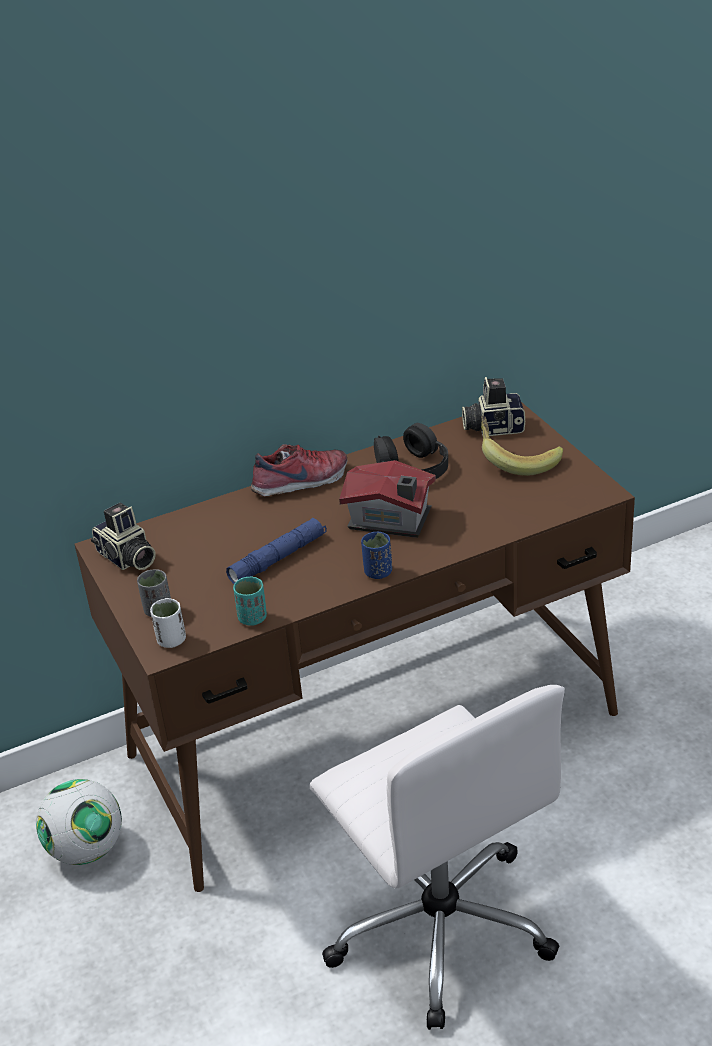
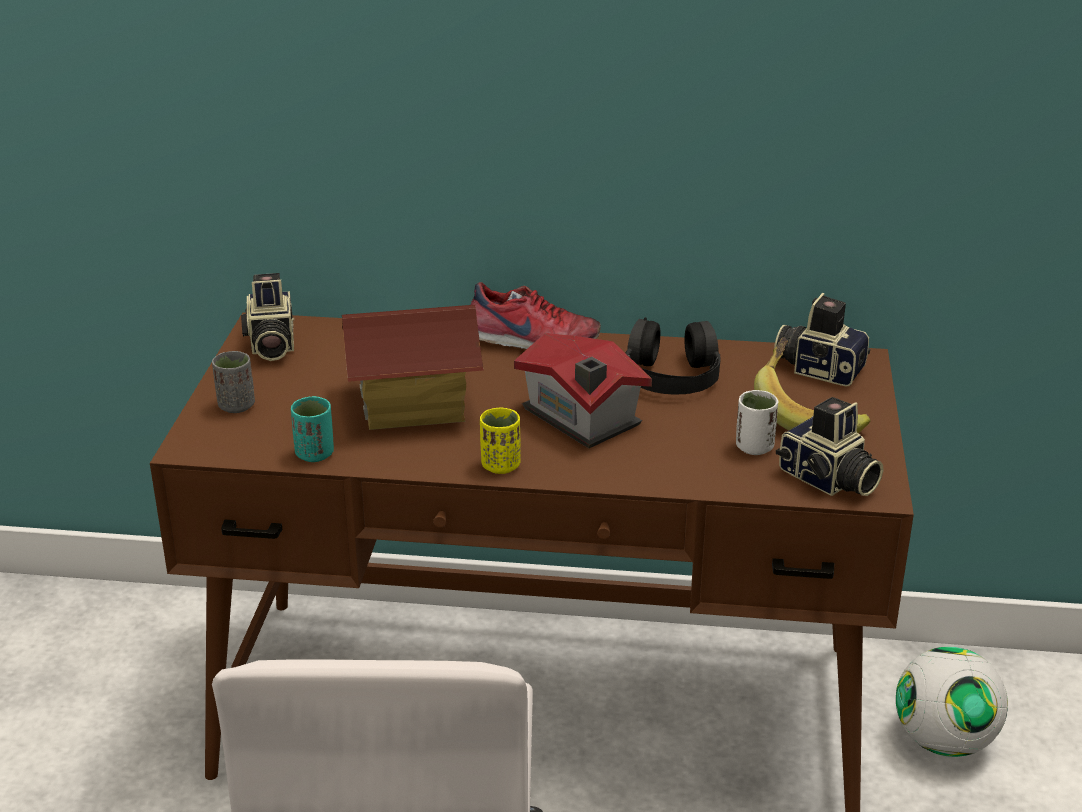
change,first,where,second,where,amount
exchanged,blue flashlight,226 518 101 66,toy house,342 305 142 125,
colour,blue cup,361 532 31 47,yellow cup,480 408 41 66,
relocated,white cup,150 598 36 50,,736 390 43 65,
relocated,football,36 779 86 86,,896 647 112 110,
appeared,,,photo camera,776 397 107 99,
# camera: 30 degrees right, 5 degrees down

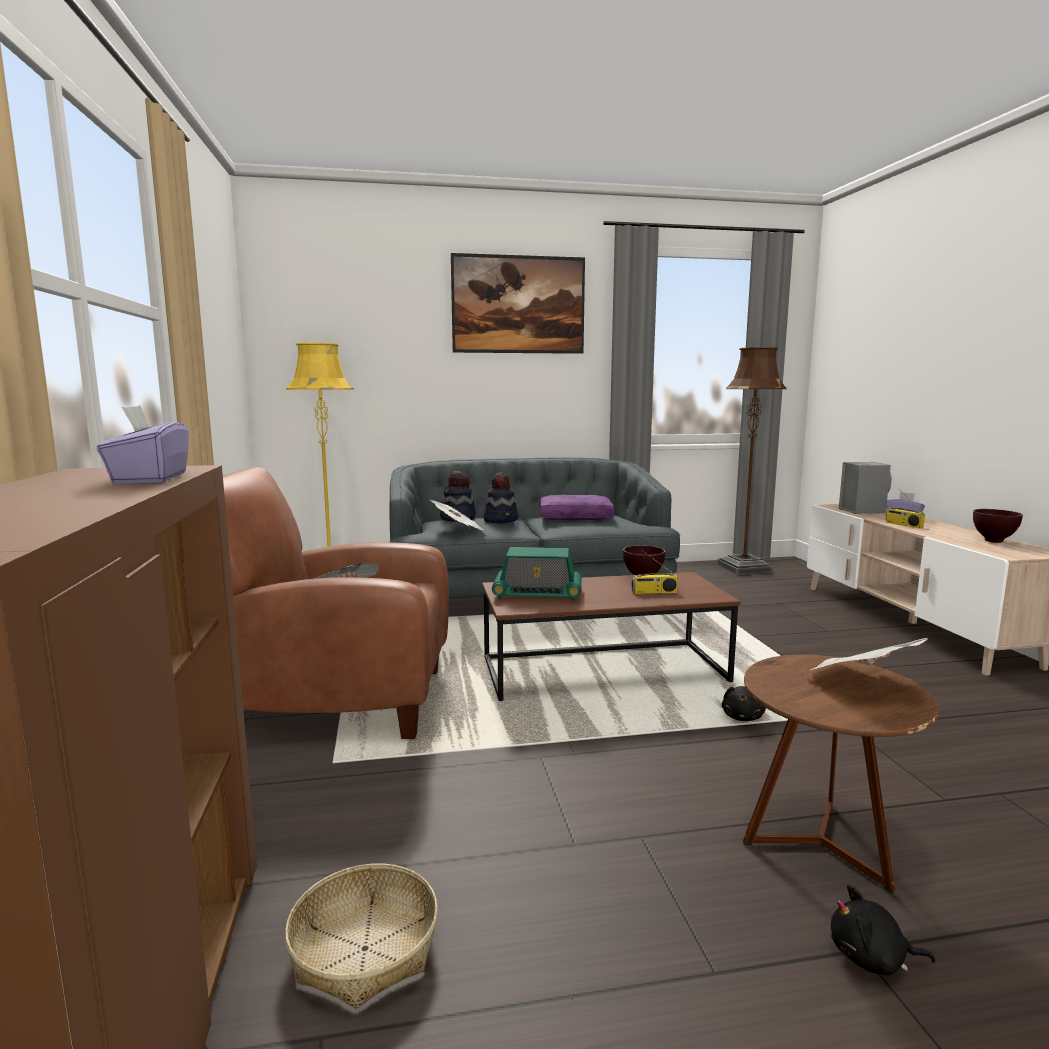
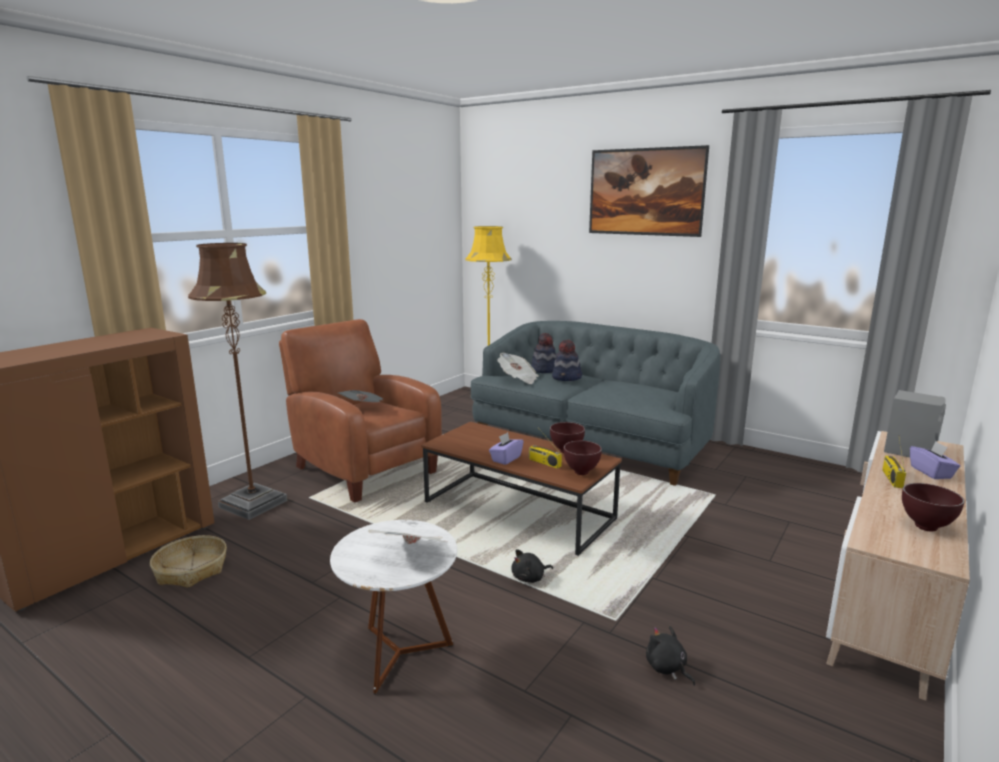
change,first,where,second,where,amount
relocated,brown floor lamp,717 347 70 228,,188 243 99 277,
relocated,purple tissue box,96 405 93 78,,489 432 35 33,
missing,purple pillow,540 495 74 25,,,
missing,radio,492 547 89 54,,,
colour,brown side table,743 655 195 238,white side table,330 520 127 175,
relocated,black plush toy,831 885 105 91,,646 626 49 60,
appeared,,,brown bowl,564 441 38 34,
# camera: 45 degrees right, 5 degrees up

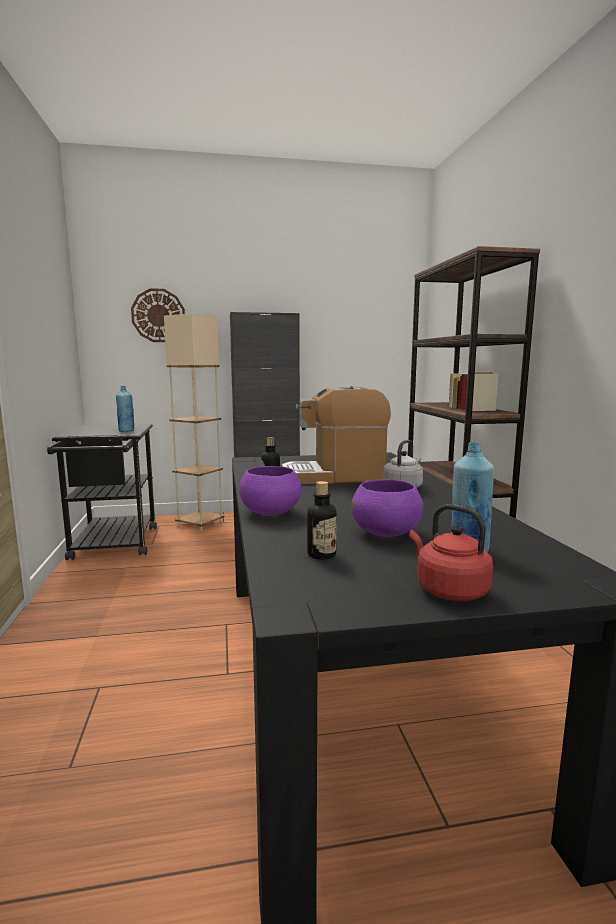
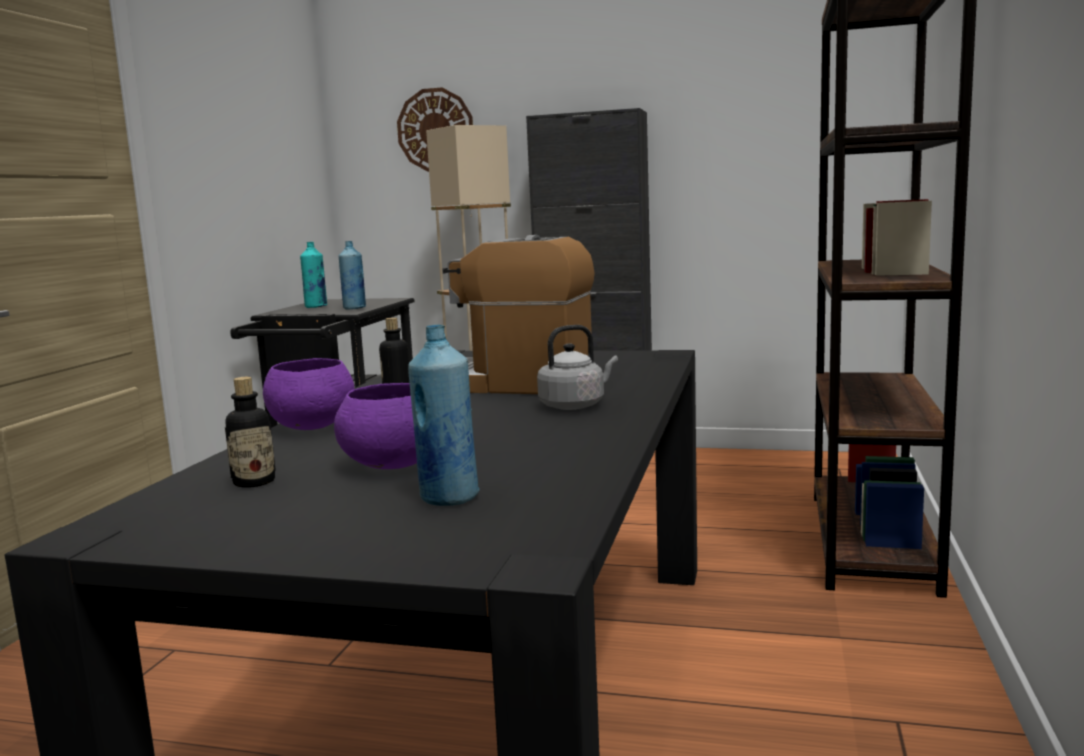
change,first,where,second,where,amount
missing,red kettle,409 504 84 97,,,
appeared,,,turquoise bottle,300 242 27 66,
# camera: 25 degrees right, 0 degrees up

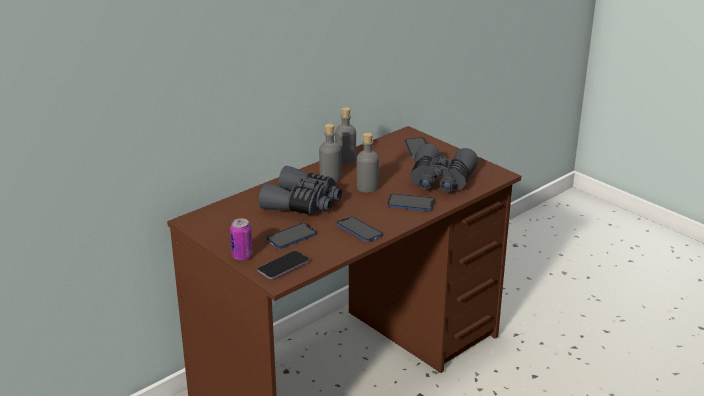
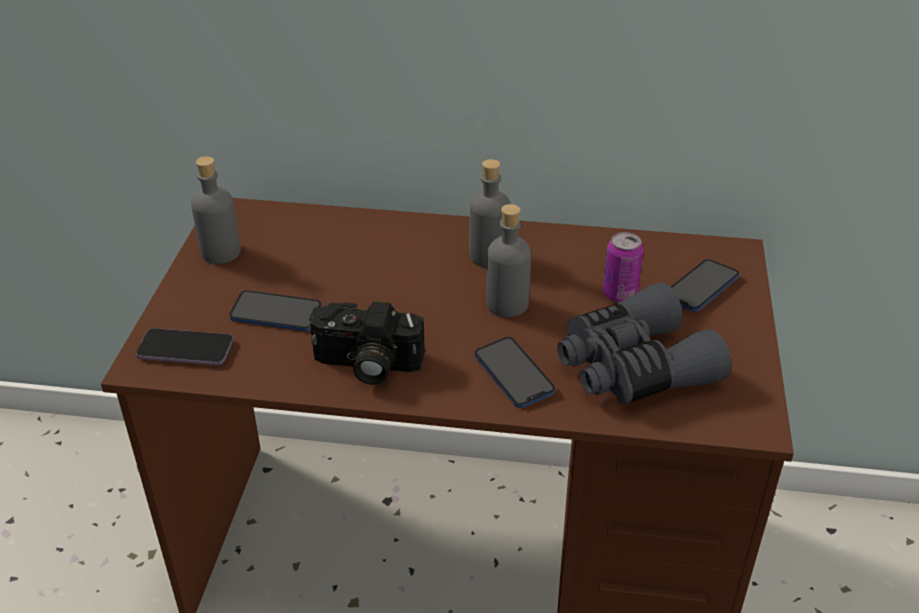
change,first,where,second,where,amount
relocated,grey bottle,335 107 21 57,,191 156 50 108,
missing,grey binoculars,259 166 83 49,,,
exchanged,phone,337 216 46 26,photo camera,311 301 114 84,
relocated,can,230 218 23 42,,603 232 41 70,
# camera: 50 degrees right, 10 degrees up

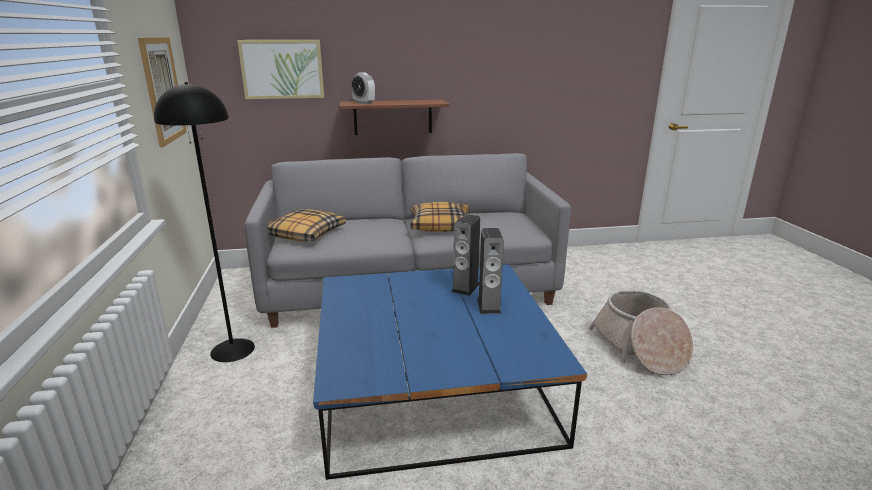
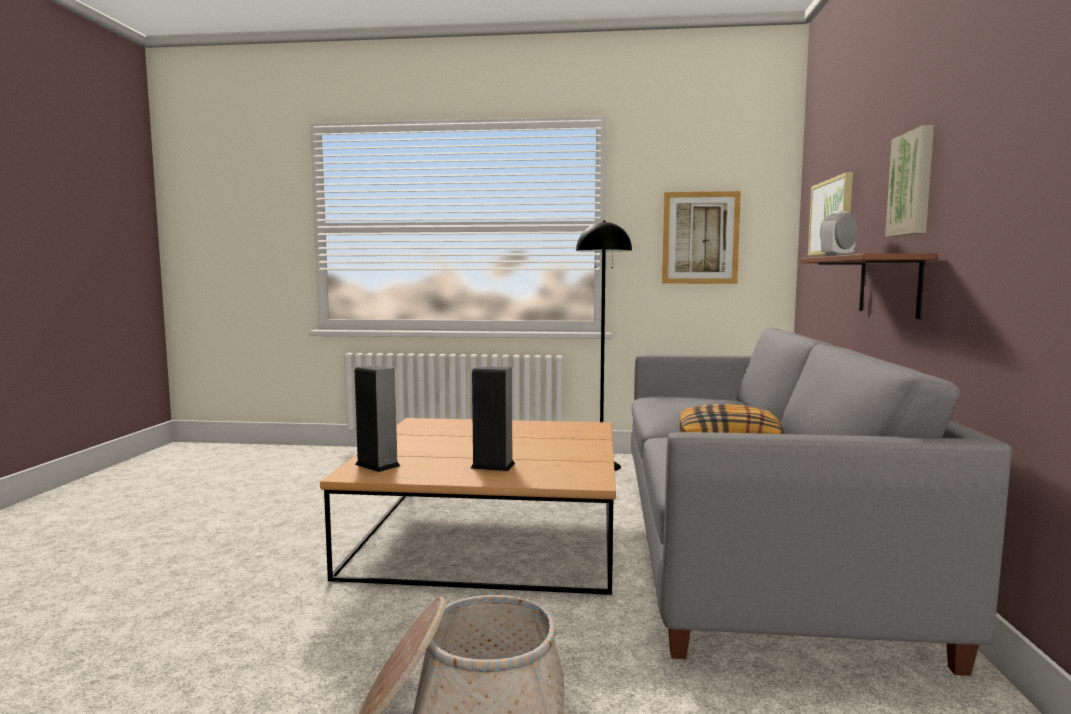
change,first,where,second,where,amount
missing,pillow,267 209 79 32,,,
relocated,speaker,452 214 28 82,,355 365 45 107,
colour,blue coffee table,313 265 274 215,brown coffee table,320 418 296 177,
appeared,,,picture,885 125 49 112,
# camera: 105 degrees right, 15 degrees down

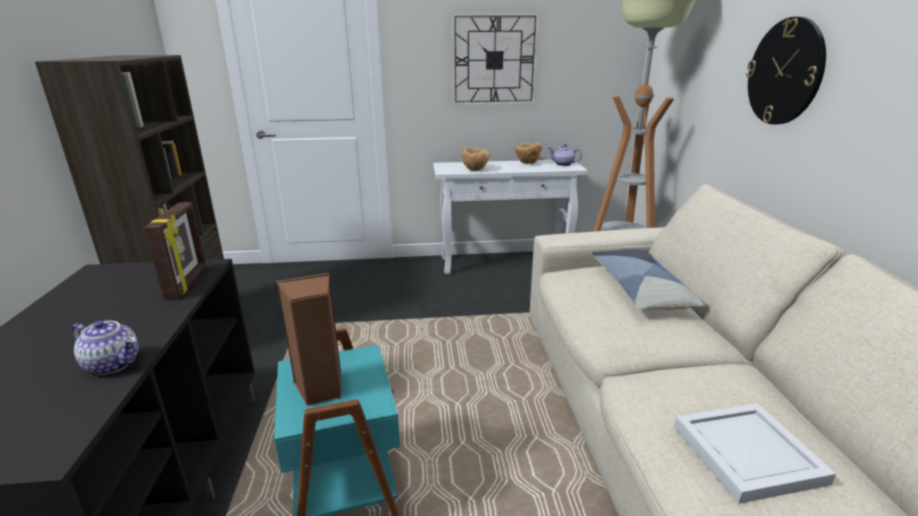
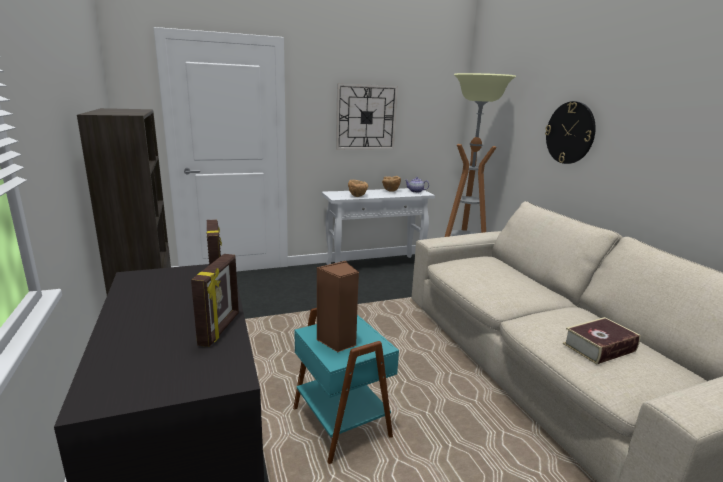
change,first,where,second,where,amount
missing,pillow,592 249 114 61,,,
exchanged,teapot,71 320 68 55,picture frame,191 254 48 93,
exchanged,white tray,674 403 162 101,book,563 317 78 48,
# camera: 15 degrees left, 5 degrees down

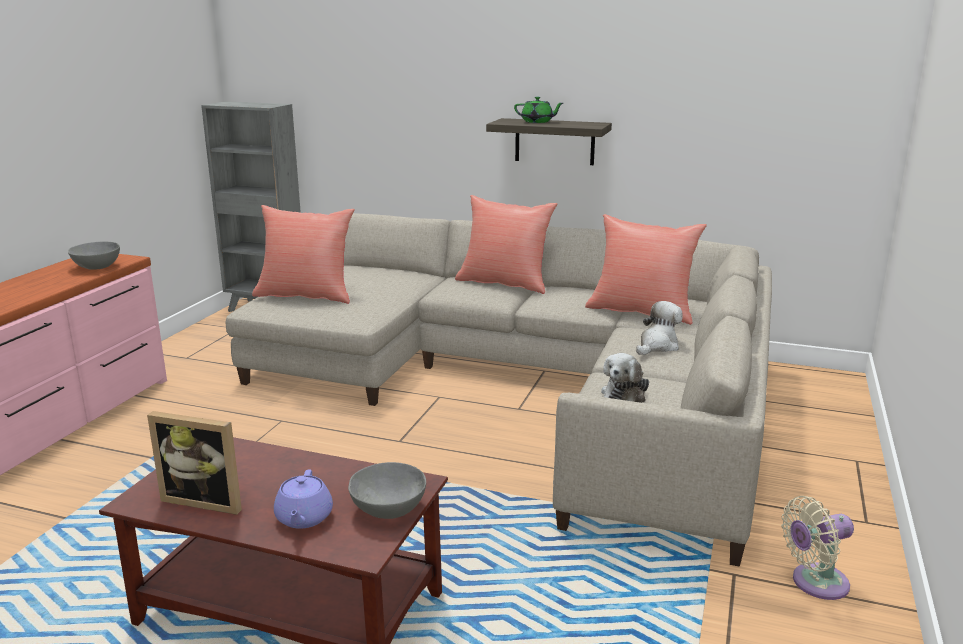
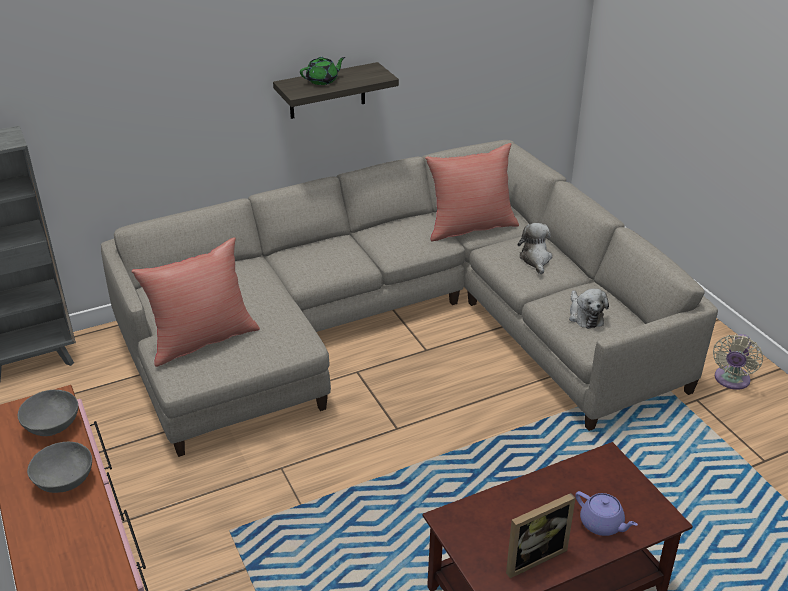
change,first,where,second,where,amount
missing,red pillow,455 195 102 99,,,
relocated,grey bowl,348 462 78 57,,27 442 65 51,
# camera: 45 degrees left, 15 degrees up

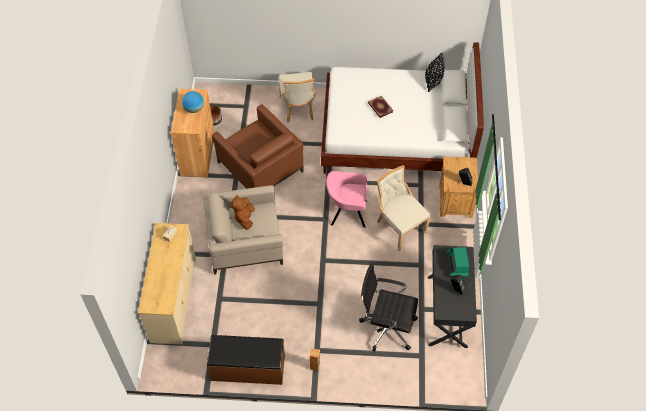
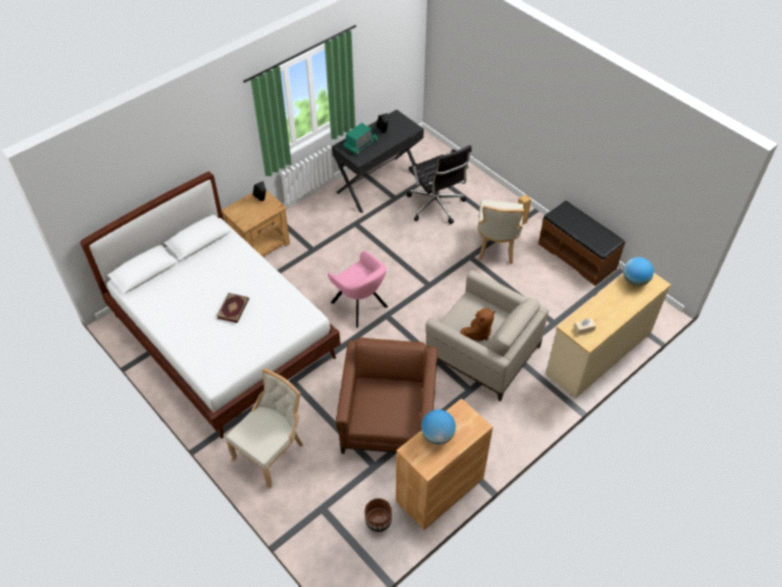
change,first,where,second,where,amount
missing,black pillow,425 52 19 40,,,
relocated,beige chair,377 165 53 86,,477 200 47 64,
appeared,,,globe,623 257 31 29,
# camera: 135 degrees left, 5 degrees down

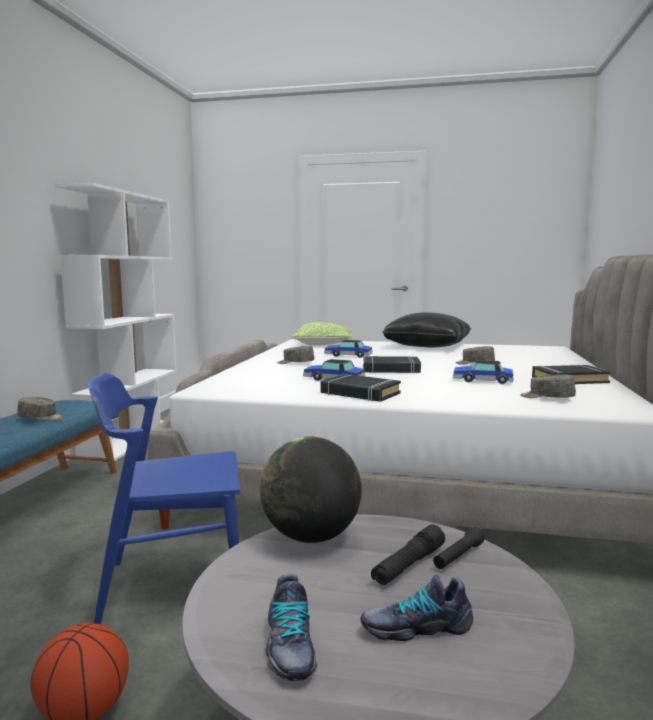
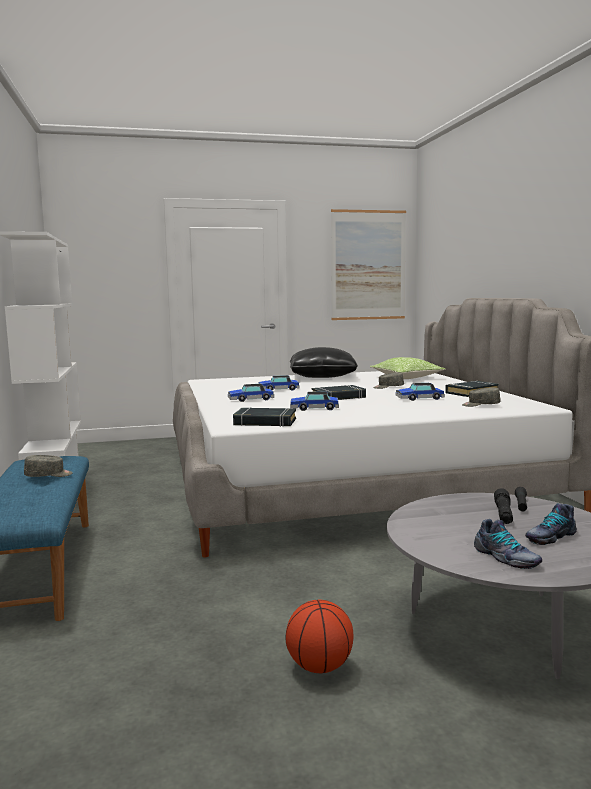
change,first,where,second,where,amount
relocated,pillow,291 322 61 24,,370 357 76 22,
exchanged,grey cap,277 346 37 18,toy car,228 384 46 18,
missing,blue chair,88 373 152 251,,,
relocated,black book,320 374 81 28,,233 408 63 19,
missing,globe,260 436 102 107,,,
appeared,,,picture,331 209 75 111,
# camera: 25 degrees left, 0 degrees up

